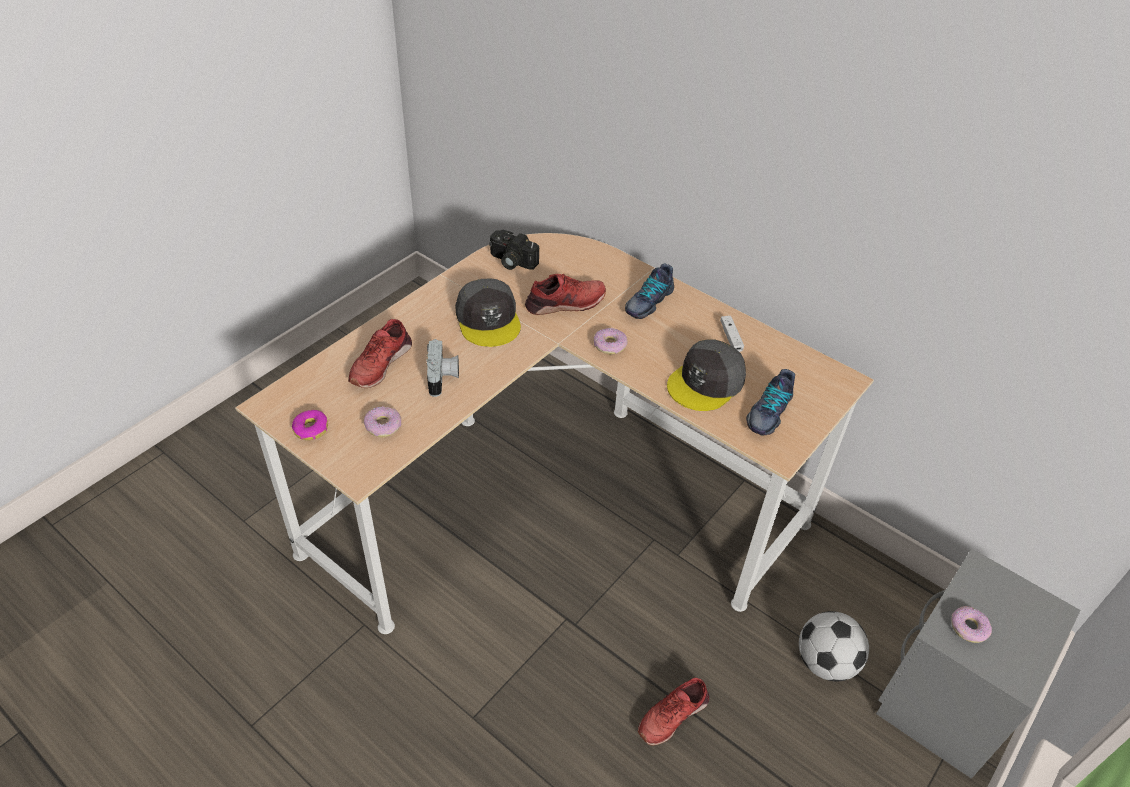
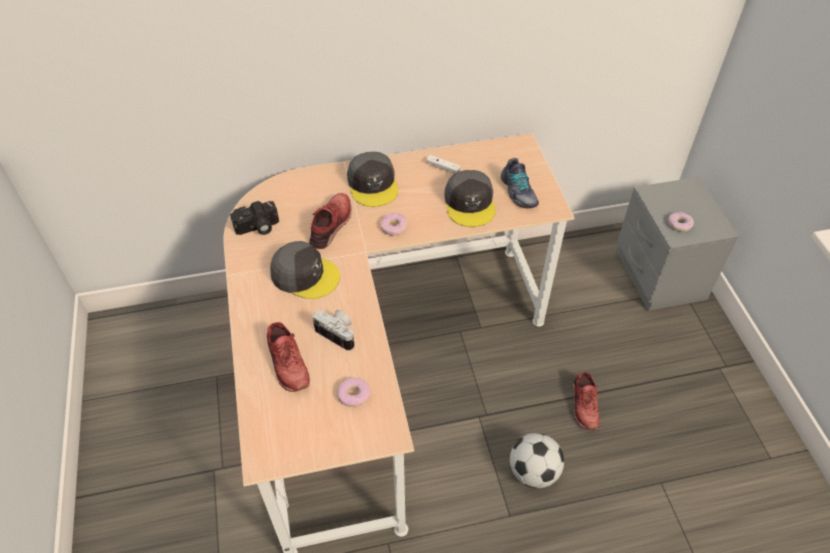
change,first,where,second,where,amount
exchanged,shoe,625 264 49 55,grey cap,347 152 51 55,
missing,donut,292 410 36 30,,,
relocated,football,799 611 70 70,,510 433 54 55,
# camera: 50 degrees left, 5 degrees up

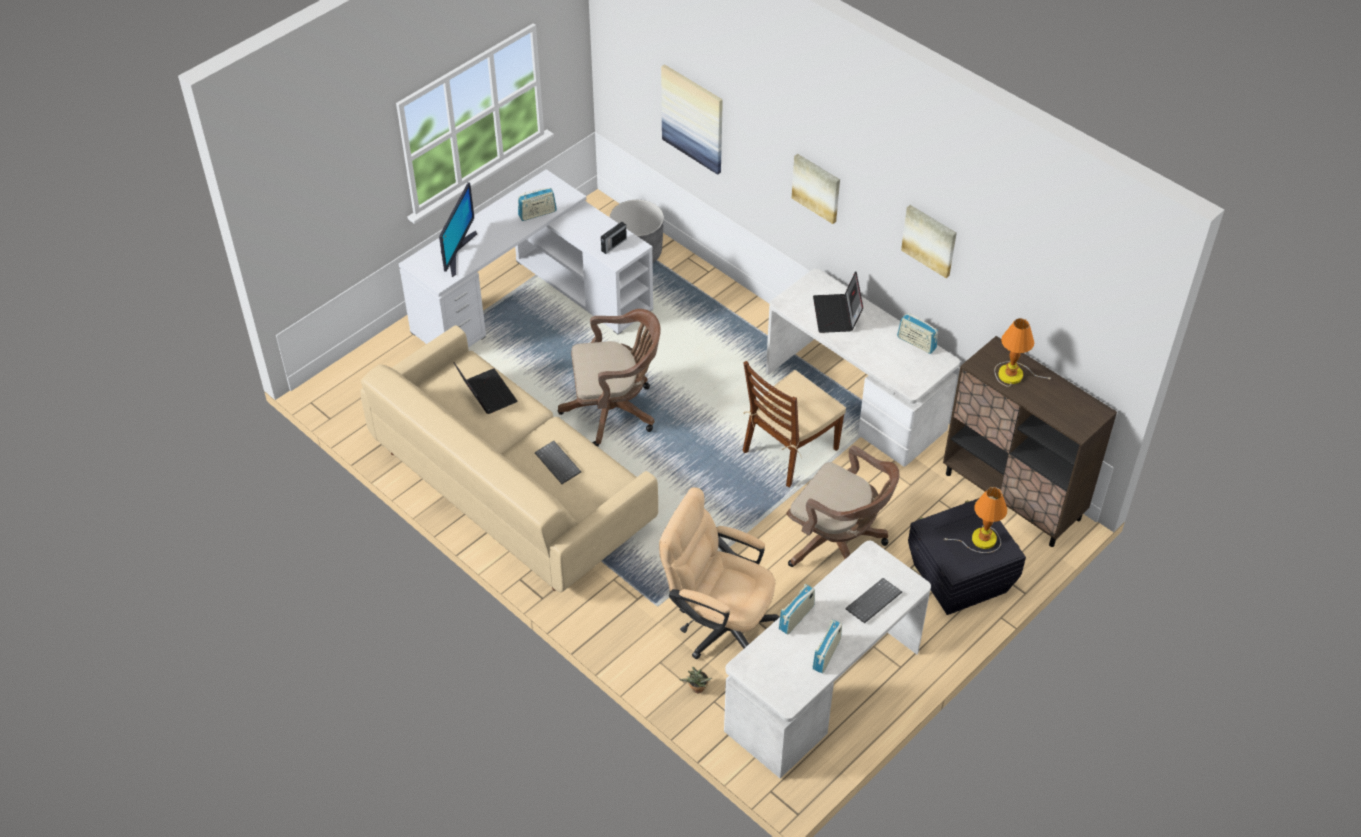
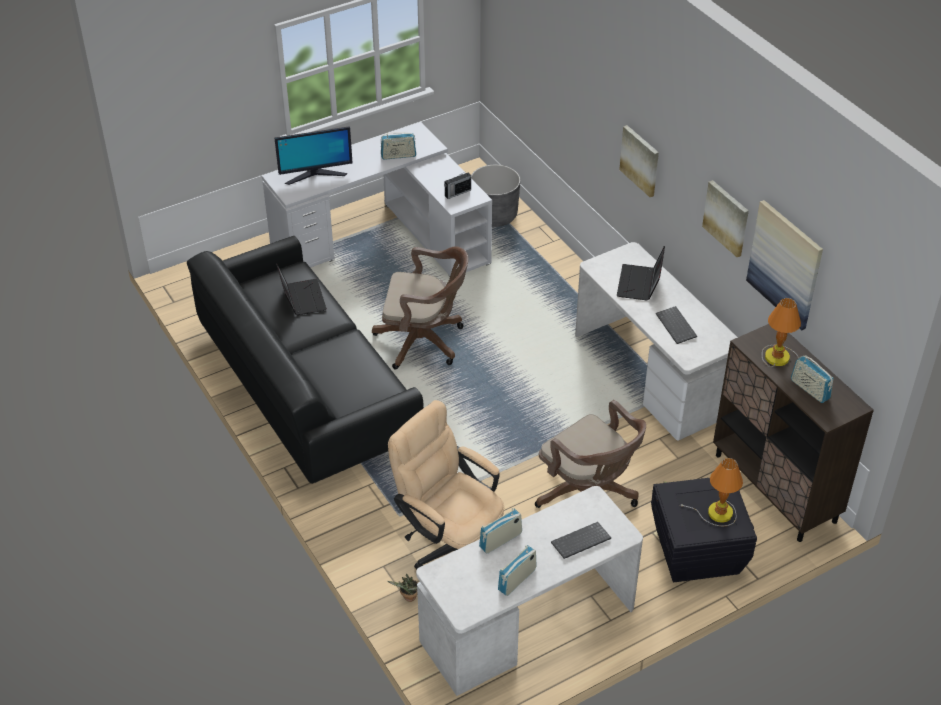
change,first,where,second,where,amount
relocated,picture,661 64 62 111,,746 200 77 130,
spun,monitor,439 182 38 95,,275 126 78 59,45 degrees clockwise
relocated,radio,897 313 41 41,,791 355 43 48,
colour,beige sofa,360 325 298 267,black sofa,187 236 237 248,
missing,brown chair,742 361 104 126,,,
relocated,keyboard,535 441 46 43,,656 306 41 38,
# camera: 15 degrees right, 5 degrees down

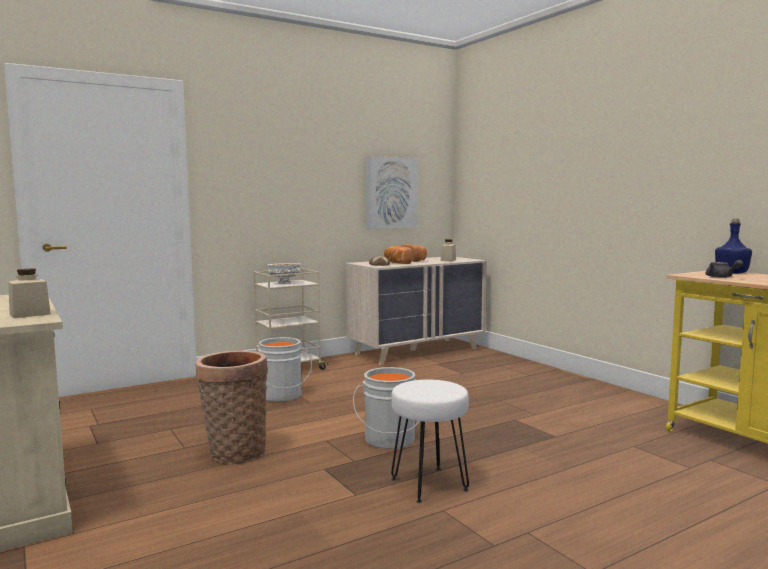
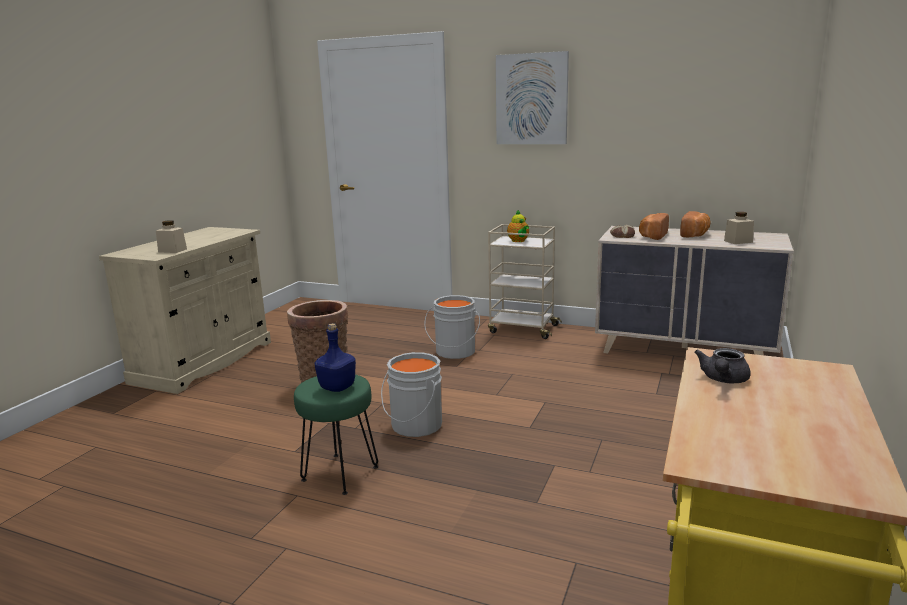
change,first,where,second,where,amount
relocated,picture,366 156 52 73,,496 51 73 93,
relocated,blue bottle,715 219 37 55,,315 323 41 69,
exchanged,white bowl,267 263 34 21,teapot,507 210 22 32,
colour,white stool,391 380 78 123,green stool,294 374 84 121,
# camera: 55 degrees right, 10 degrees up

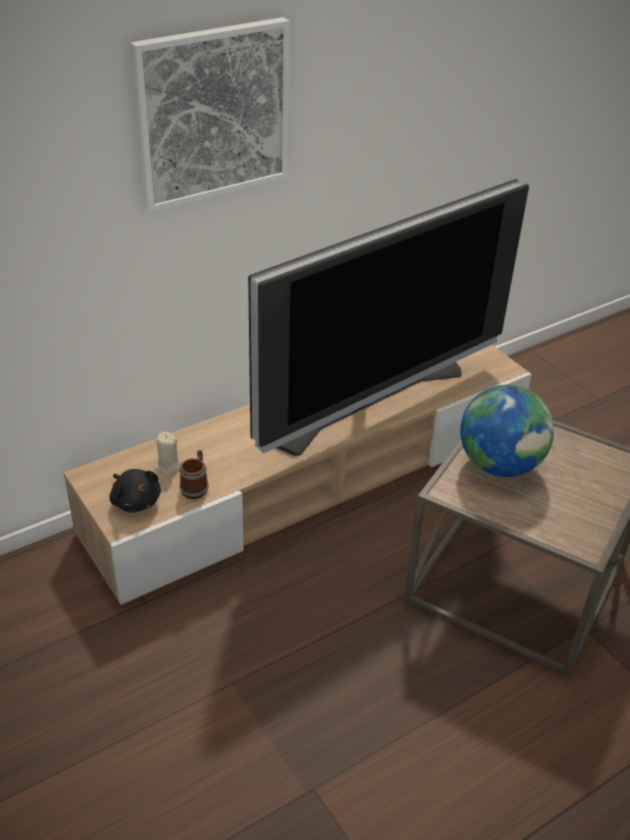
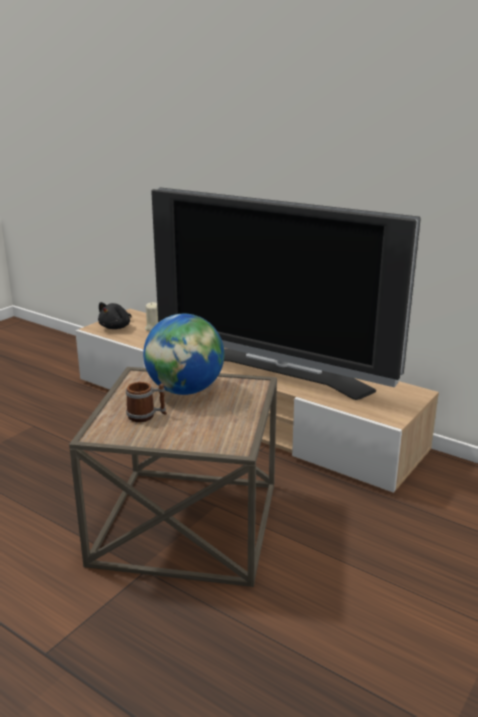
change,first,where,second,where,amount
missing,picture,130 17 160 195,,,
relocated,mug,179 450 30 49,,126 382 41 40,
# camera: 70 degrees right, 15 degrees down

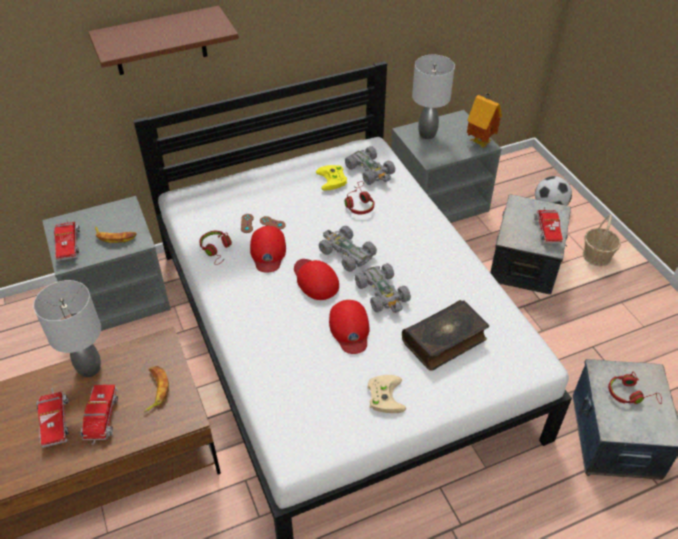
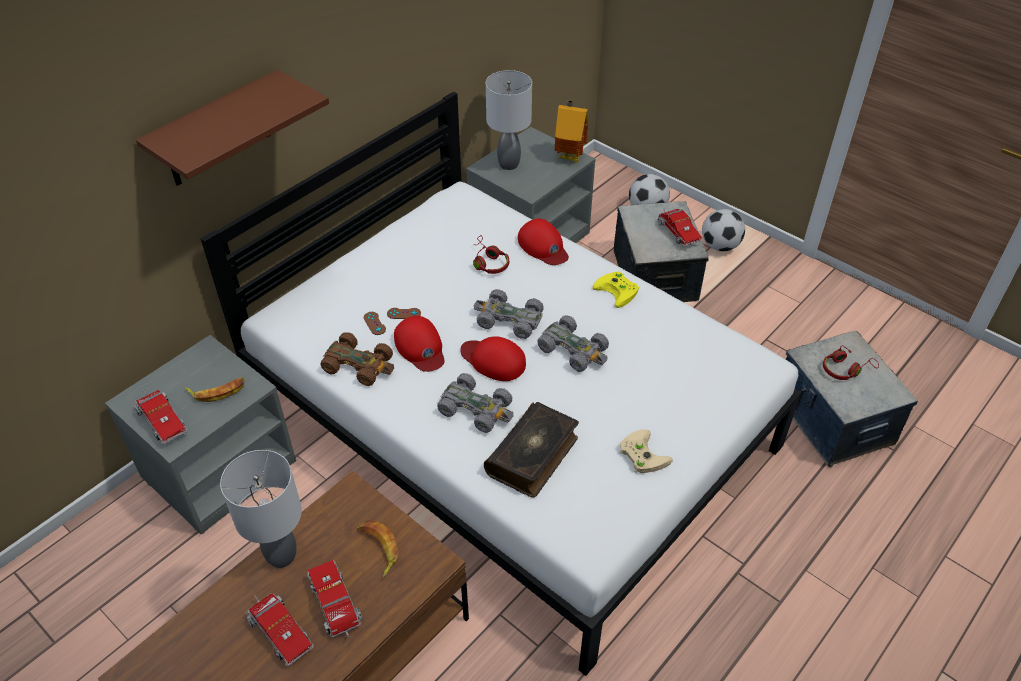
change,first,where,second,where,amount
relocated,grey toy car,345 146 50 39,,437 373 76 60,
relocated,yellow game controller,316 165 31 26,,593 271 46 37,
exchanged,basket,583 215 38 51,football,702 209 43 42,
exchanged,red headphones,199 231 33 34,brown toy car,320 332 74 54,
relocated,red cap,329 300 41 54,,518 219 51 46,
relocated,book,402 300 87 71,,484 402 95 95,
# camera: 25 degrees left, 0 degrees up

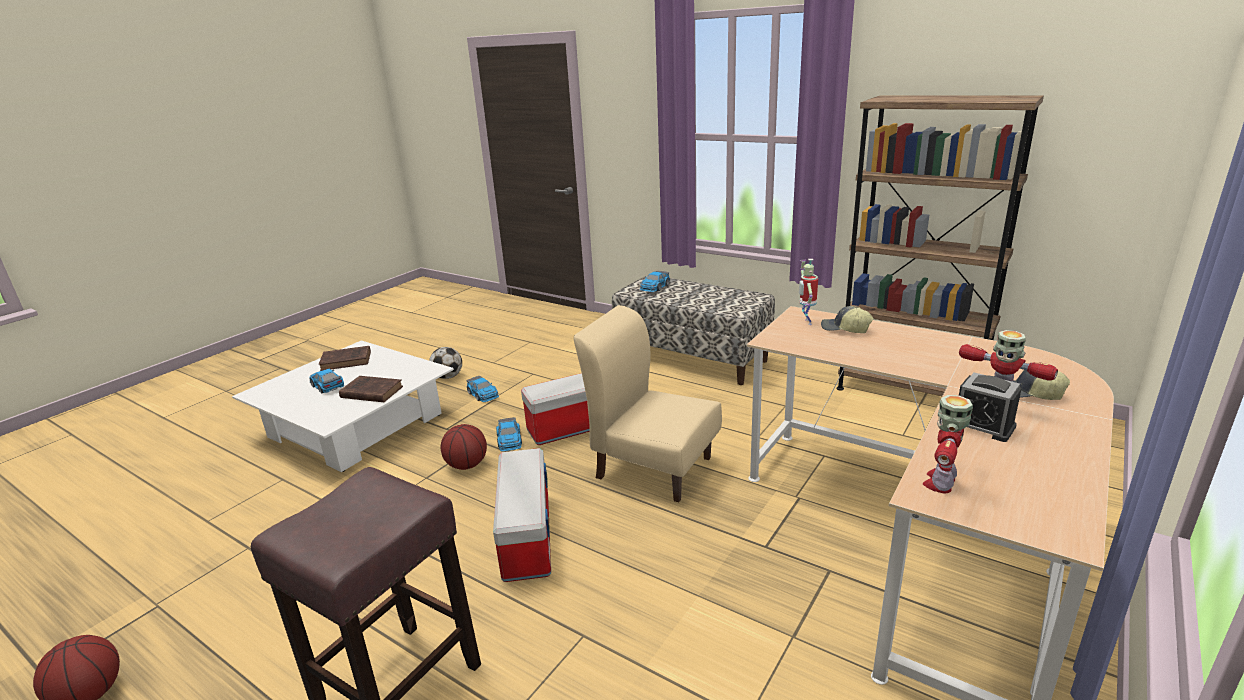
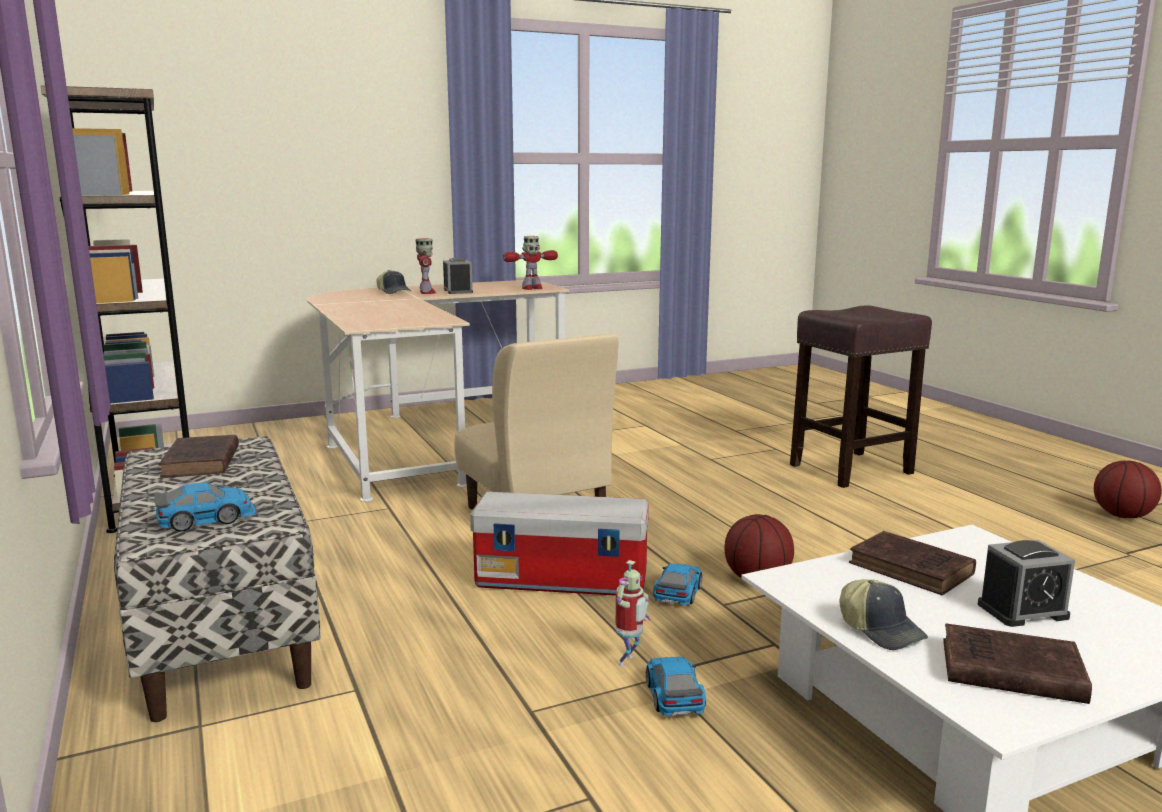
change,first,where,second,where,amount
relocated,toy robot,799 259 19 66,,615 560 35 107,
relocated,cap,821 306 53 27,,840 579 88 71,
missing,football,429 347 33 32,,,
exchanged,toy car,309 369 35 24,alarm clock,978 540 97 87,
missing,storage box,493 448 58 134,,,
appeared,,,brown book,158 435 81 43,
# camera: 150 degrees left, 10 degrees down

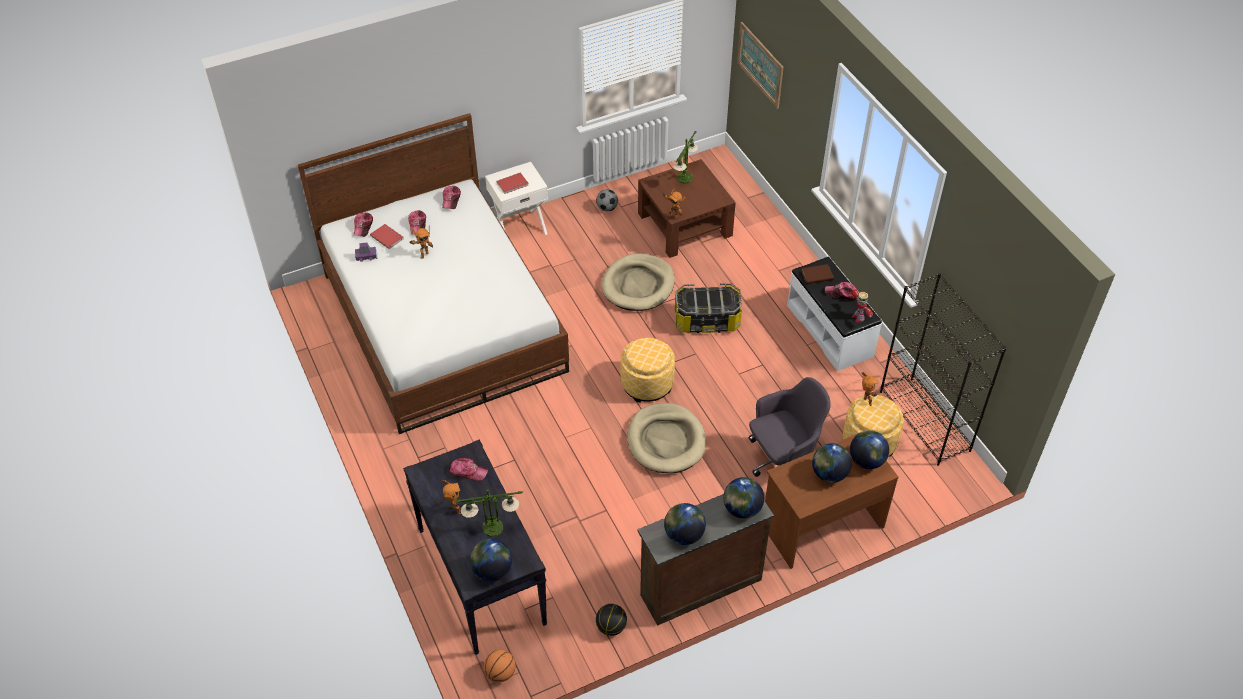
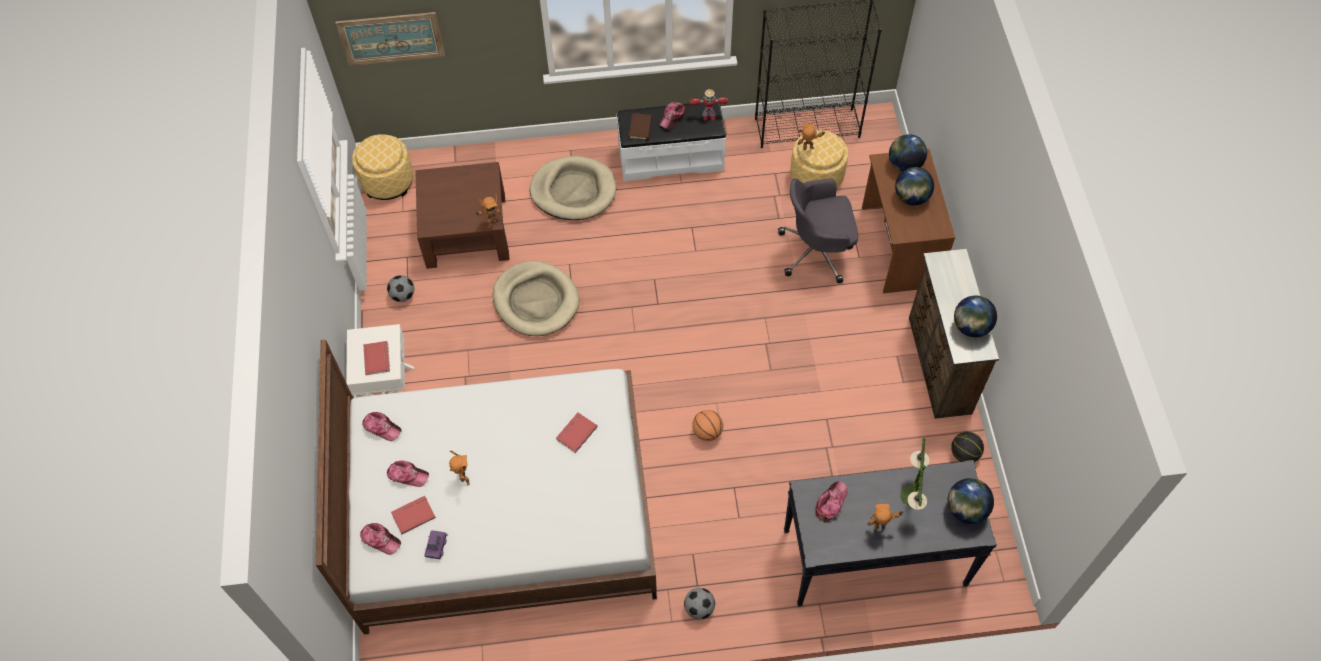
change,first,where,second,where,amount
missing,table lamp,673 131 25 53,,,
missing,storage box,675 283 67 50,,,
relocated,ottoman,620 338 55 65,,352 134 61 66,
spun,grey office chair,749 377 82 100,,778 178 80 105,90 degrees counterclockwise
relocated,beige dog bed,627 403 79 70,,530 156 86 64,
missing,globe,723 477 41 42,,,
relocated,basketball,484 650 32 32,,692 410 31 31,
appeared,,,red book,556 413 42 40,
appeared,,,football,684 588 31 31,
# camera: 70 degrees left, 10 degrees up

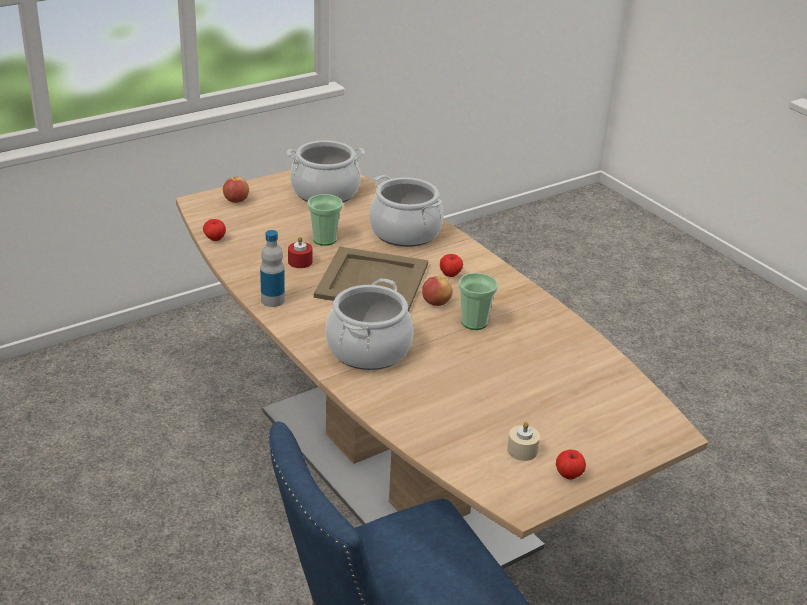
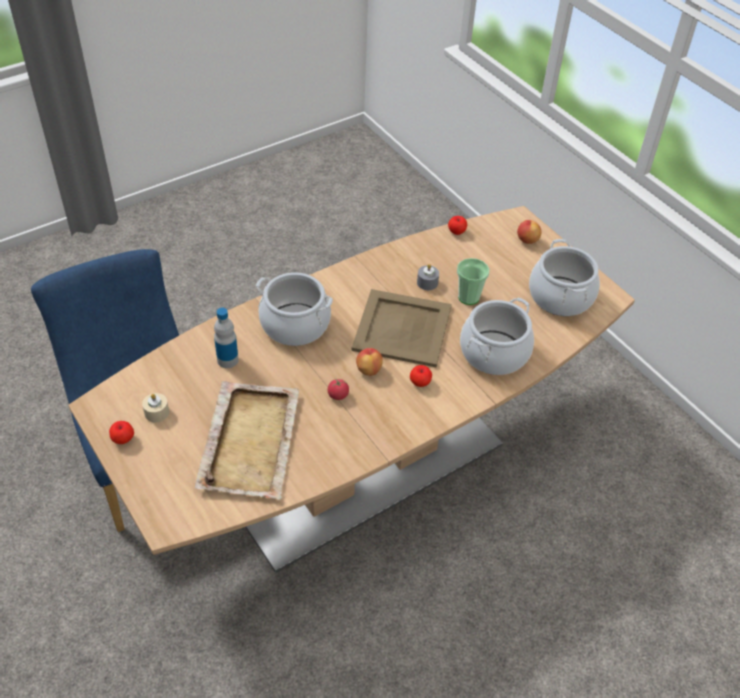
change,first,where,second,where,amount
relocated,bottle,260 230 25 77,,214 308 25 60,
colour,red candle,288 236 25 32,grey candle,417 264 22 26,
exchanged,cup,458 273 40 57,tomato,327 378 22 22,
appeared,,,beige tray,195 381 105 119,
# camera: 90 degrees right, 15 degrees up

